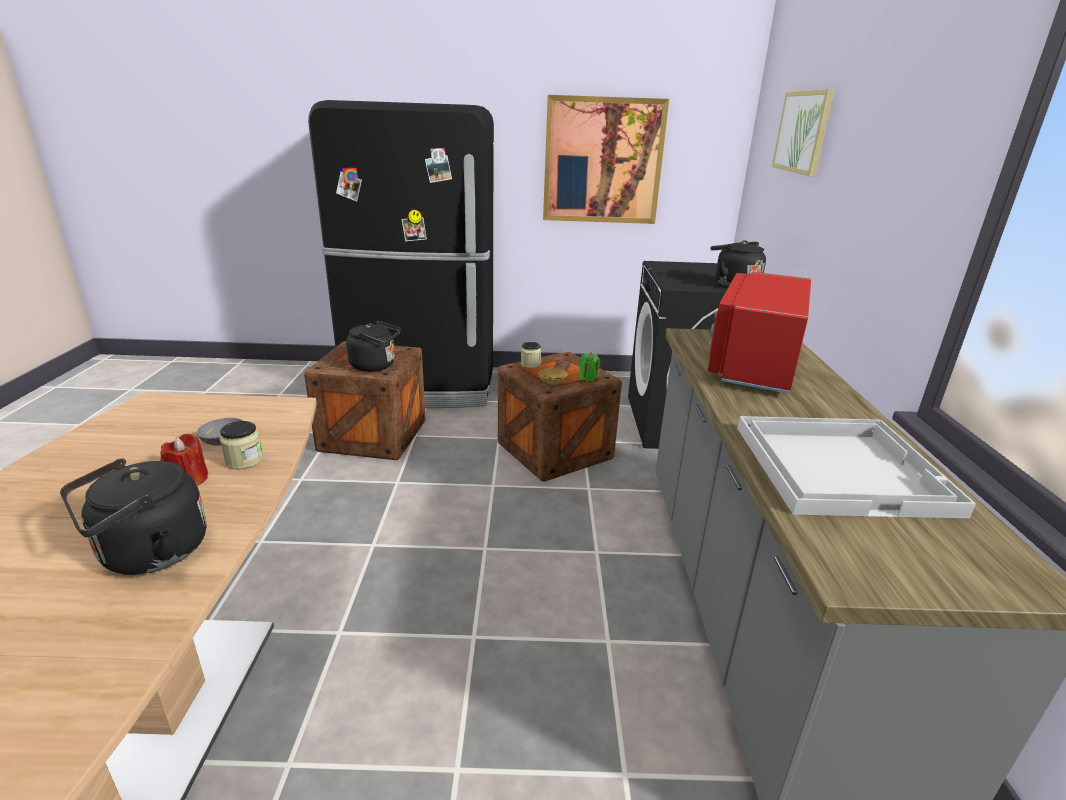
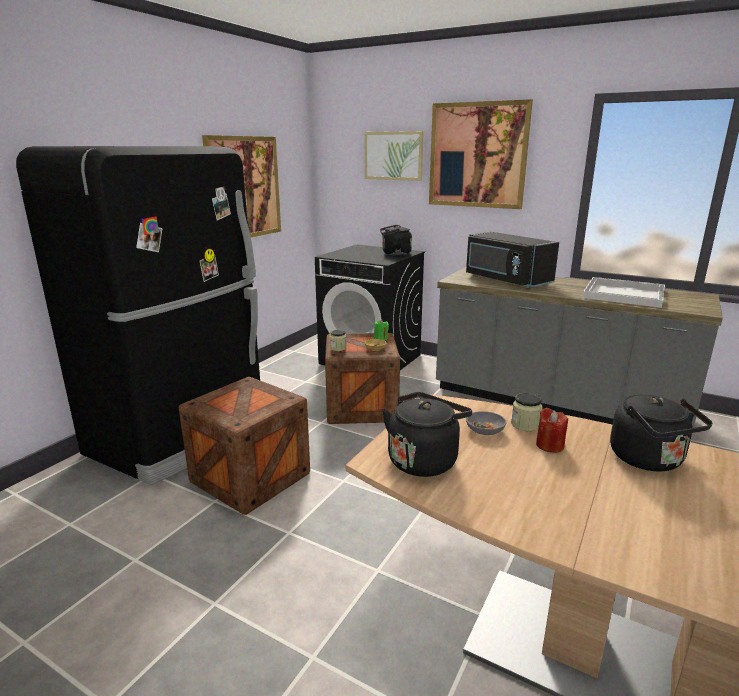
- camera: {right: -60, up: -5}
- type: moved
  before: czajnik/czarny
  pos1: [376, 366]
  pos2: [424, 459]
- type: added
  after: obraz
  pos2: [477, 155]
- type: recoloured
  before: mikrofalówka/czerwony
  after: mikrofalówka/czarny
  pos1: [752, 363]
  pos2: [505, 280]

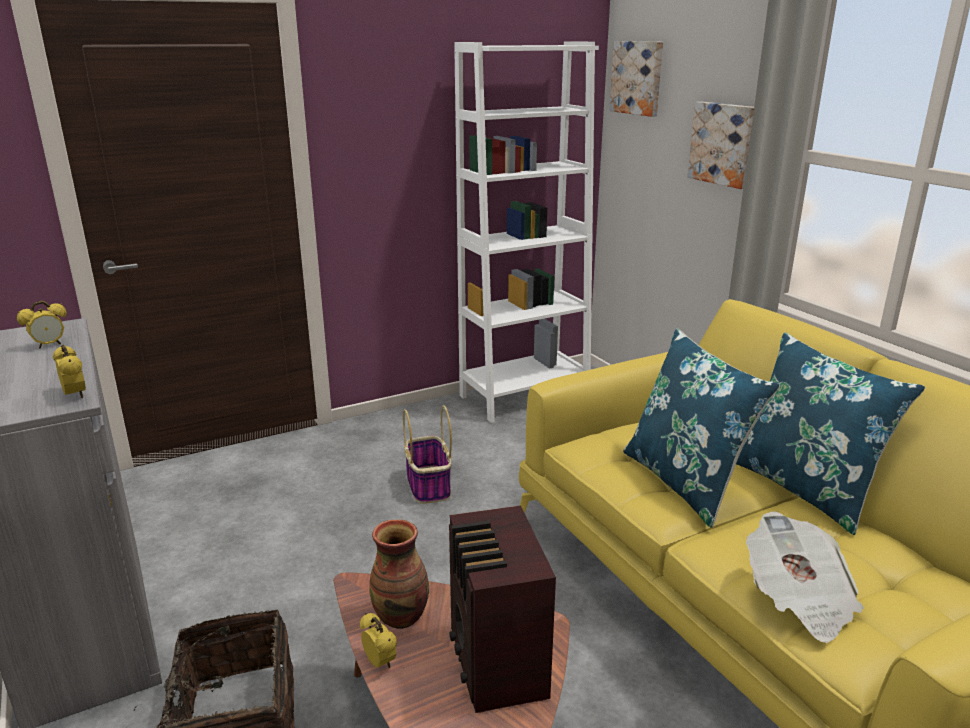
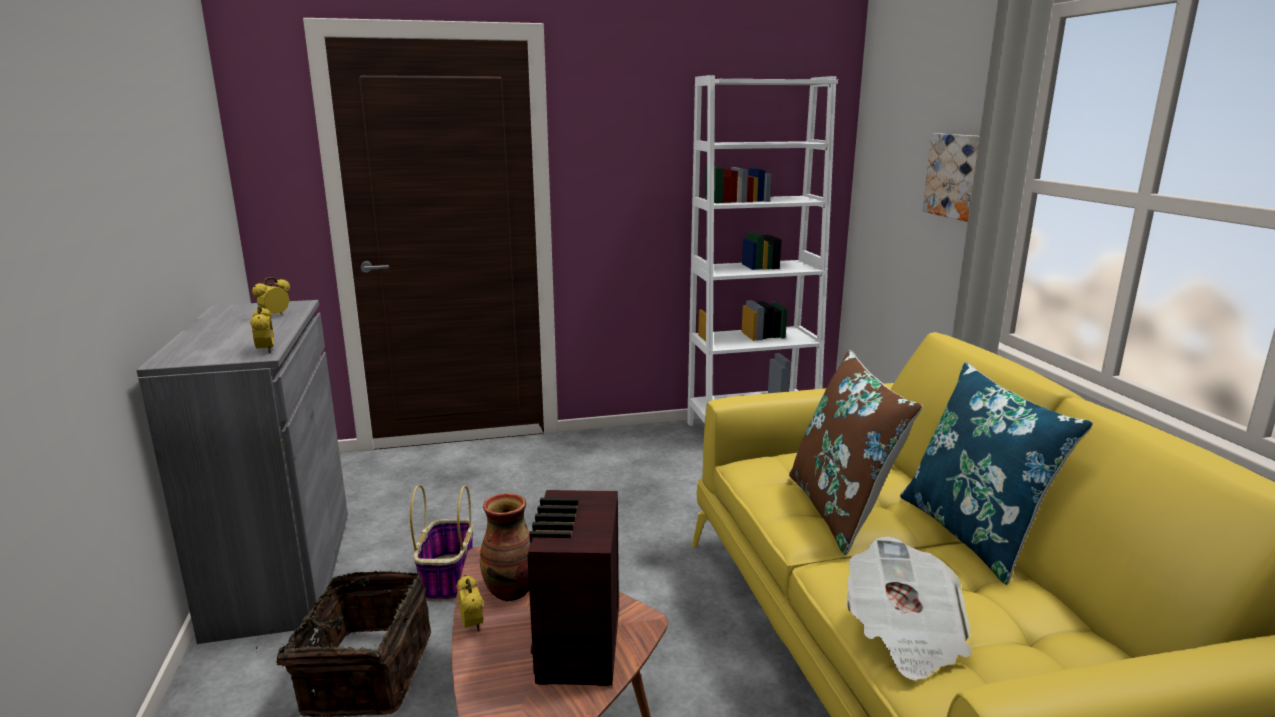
- camera: {right: 15, up: -5}
- type: turned
  before: budzik
  pos1: [49, 345]
  pos2: [275, 316]
  turn: 150
- type: moved
  before: koszyk
  pos1: [428, 485]
  pos2: [447, 578]
- type: recoloured
  before: poduszka/niebieski
  after: poduszka/brązowy
  pos1: [685, 482]
  pos2: [841, 510]
- type: removed
  before: obraz
  pos1: [638, 78]

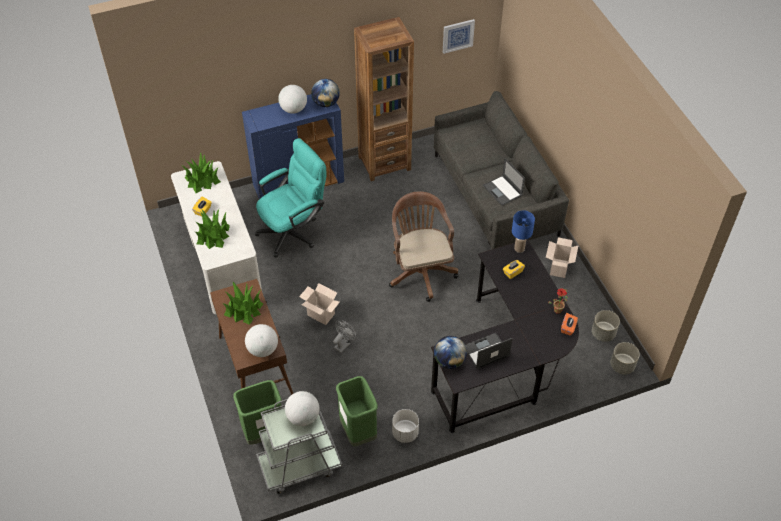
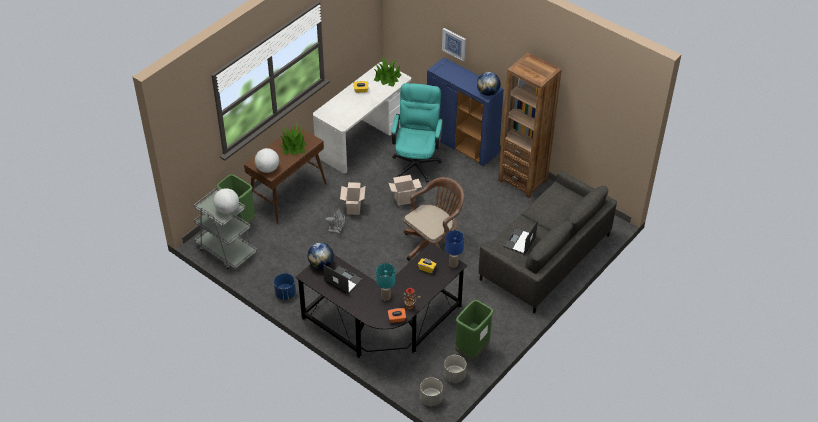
- camera: {right: 60, up: -5}
- type: recoloured
  before: donica/biały
  after: donica/niebieski
  pos1: [405, 433]
  pos2: [285, 293]
- type: added
  after: lampa stołowa/turkusowy
  pos2: [386, 297]
- type: moved
  before: karton
  pos1: [558, 267]
  pos2: [405, 199]
- type: turned
  before: krzesło biurowe/turkusowy
  pos1: [294, 231]
  pos2: [416, 161]
  turn: -105
- type: moved
  before: obraz
  pos1: [458, 35]
  pos2: [454, 44]
- type: moved
  before: kosz na śmieci/zielony
  pos1: [358, 432]
  pos2: [472, 350]
- type: removed
  before: roślina doniczkowa
  pos1: [213, 235]
- type: removed
  before: globus
  pos1: [293, 109]

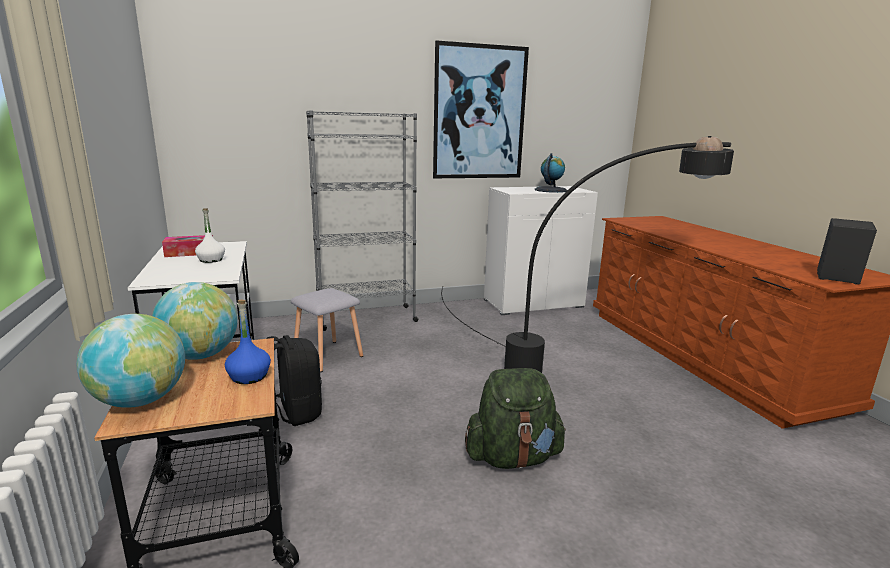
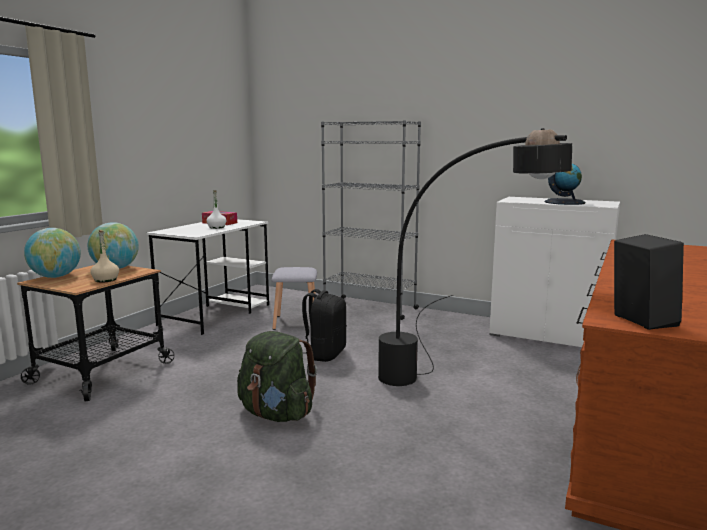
- camera: {right: 45, up: -5}
- type: recoloured
  before: butelka/niebieski
  after: butelka/beżowy
  pos1: [249, 376]
  pos2: [106, 280]
- type: moved
  before: plecak/czarny
  pos1: [295, 412]
  pos2: [324, 354]
- type: removed
  before: obraz
  pos1: [479, 113]

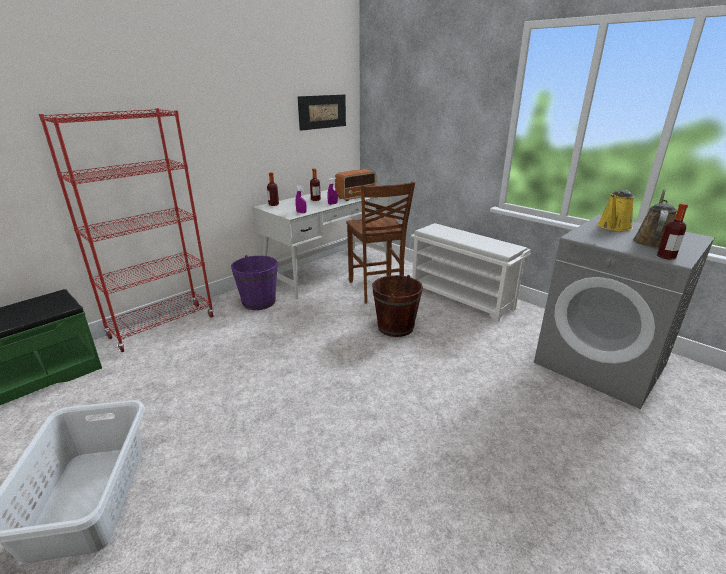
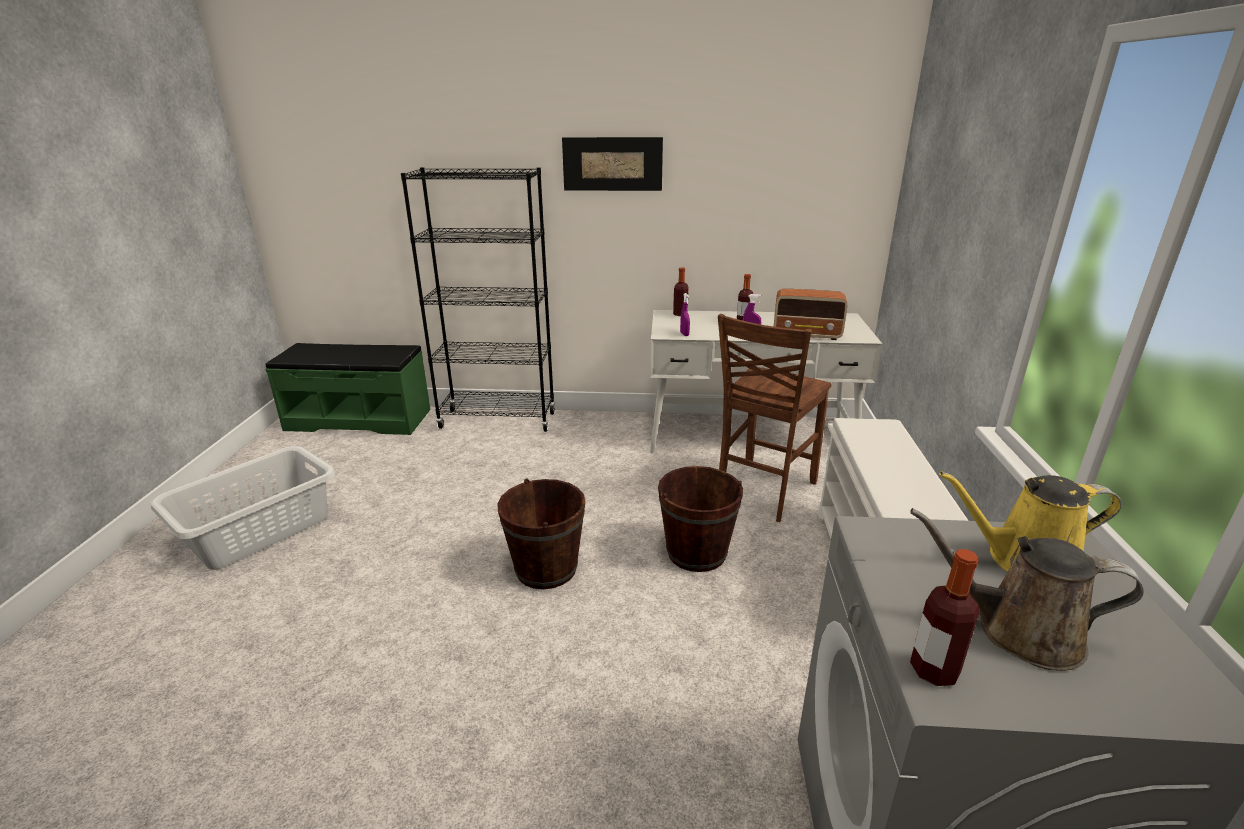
- camera: {right: 50, up: 0}
- type: recoloured
  before: regał/czerwony
  after: regał/czarny
  pos1: [163, 327]
  pos2: [498, 420]
- type: added
  after: wiadro/brązowy
  pos2: [546, 568]
- type: moved
  before: obraz
  pos1: [322, 111]
  pos2: [612, 164]
- type: turned
  before: konewka/brązowy
  pos1: [652, 241]
  pos2: [1018, 632]
  turn: -150
- type: removed
  before: wiadro/fioletowy
  pos1: [259, 302]

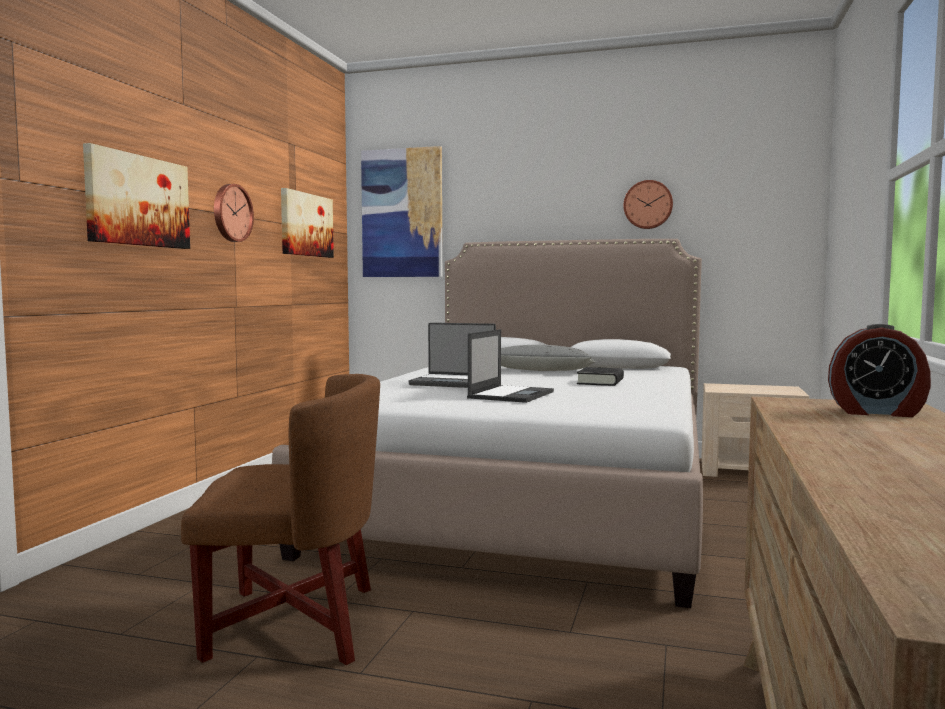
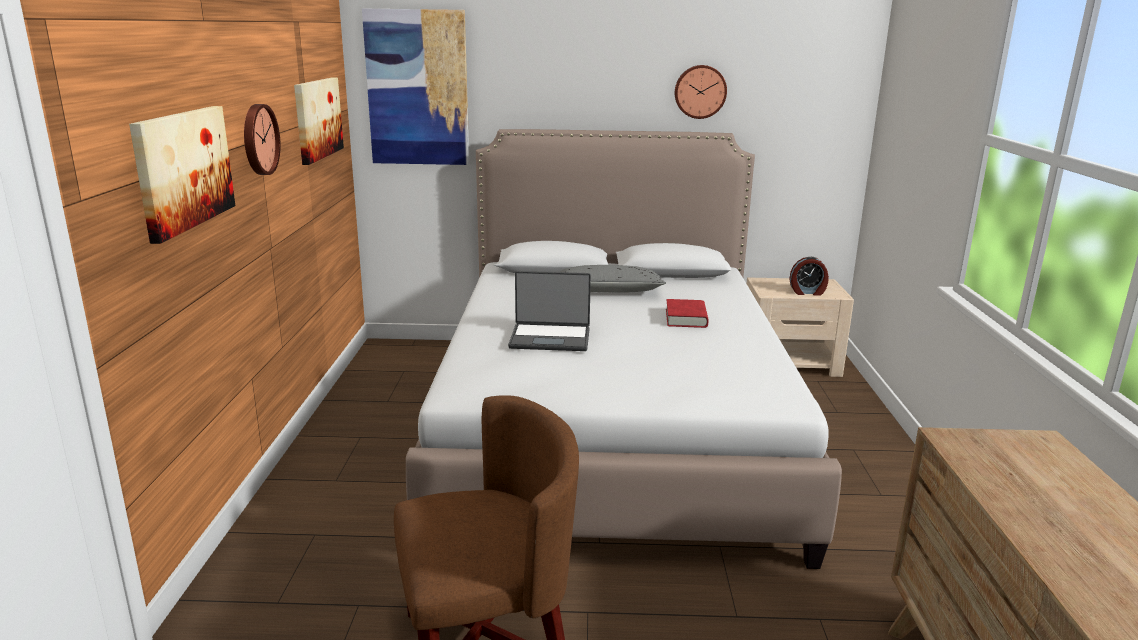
- camera: {right: -15, up: 15}
- type: recoloured
  before: książka/czarny
  after: książka/czerwony
  pos1: [600, 382]
  pos2: [686, 318]
- type: moved
  before: budzik
  pos1: [876, 412]
  pos2: [807, 292]
- type: removed
  before: laptop
  pos1: [511, 395]

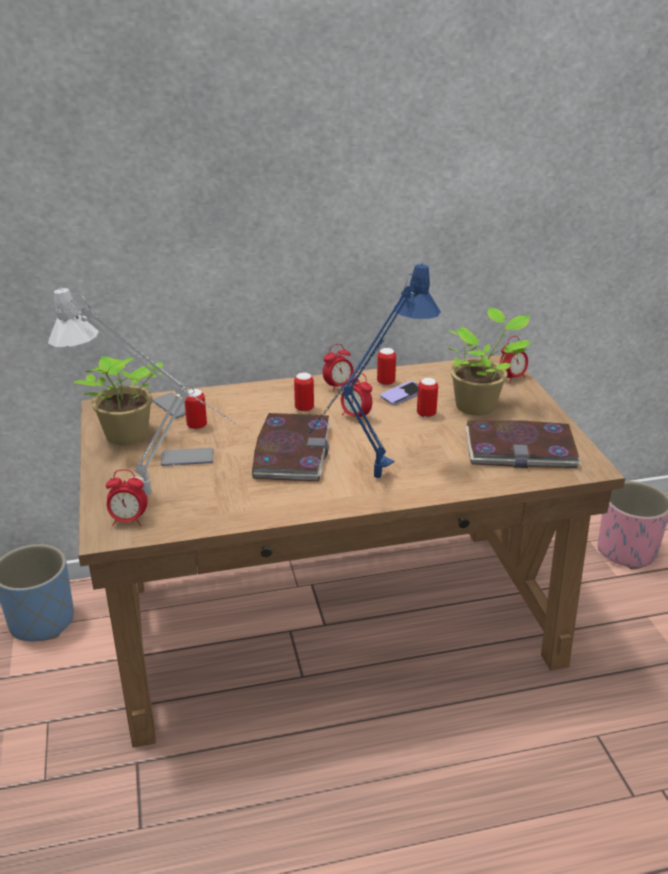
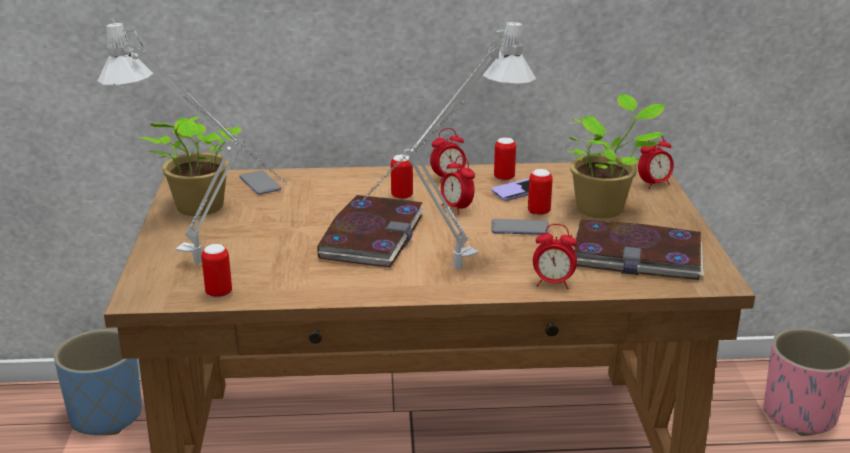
- camera: {right: 10, up: -5}
- type: moved
  before: puszka
  pos1: [197, 426]
  pos2: [219, 293]
- type: recoloured
  before: lampa stołowa/niebieski
  after: lampa stołowa/szary
  pos1: [370, 484]
  pos2: [447, 275]
- type: moved
  before: telefon
  pos1: [187, 458]
  pos2: [520, 228]
- type: moved
  before: budzik
  pos1: [128, 520]
  pos2: [553, 283]

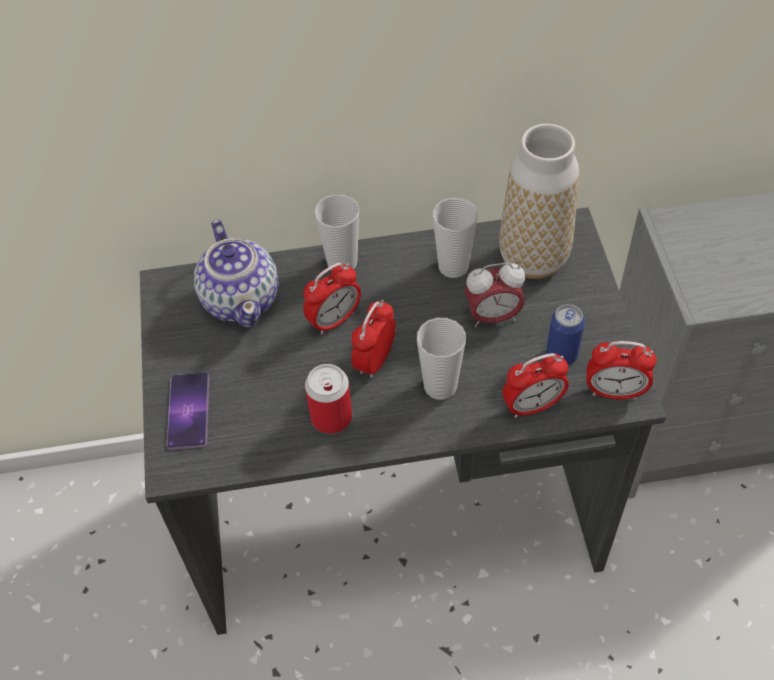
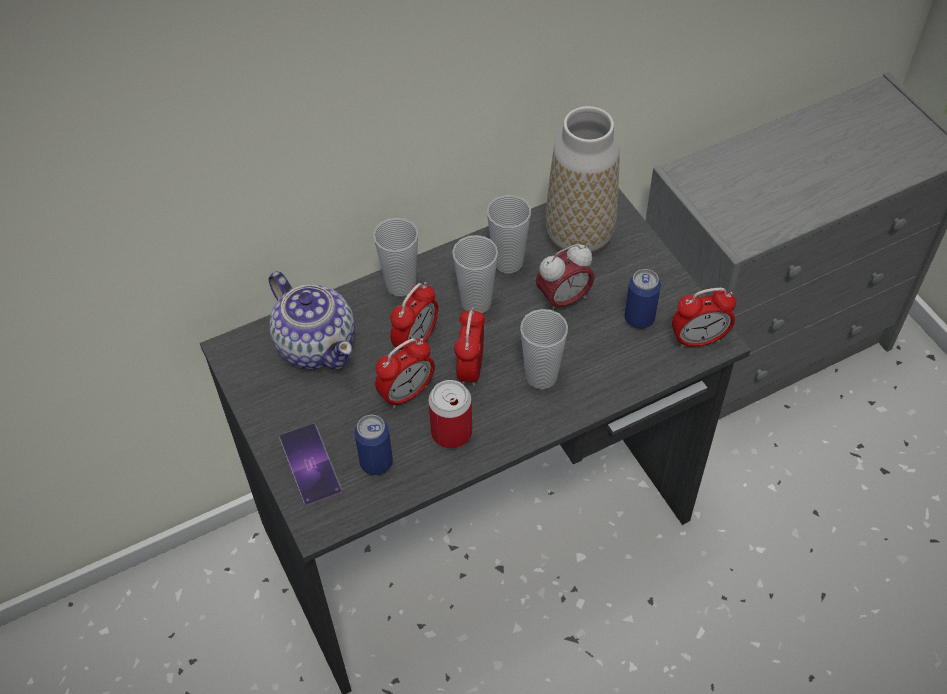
- camera: {right: -20, up: 0}
- type: added
  after: puszka
  pos2: [376, 462]
- type: moved
  before: budzik
  pos1: [532, 406]
  pos2: [406, 393]
- type: added
  after: filiżanka
  pos2: [476, 303]

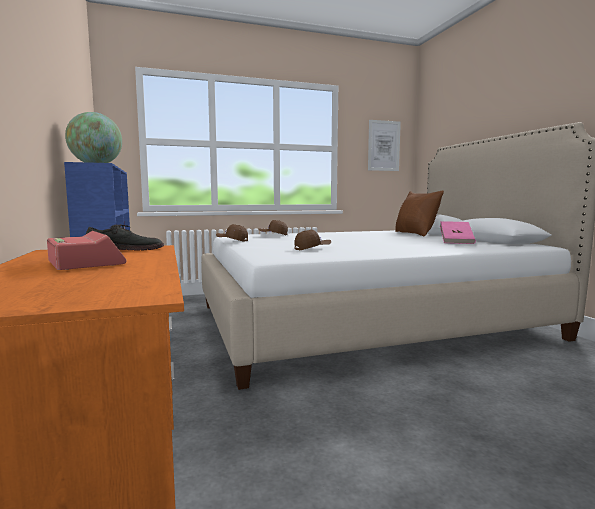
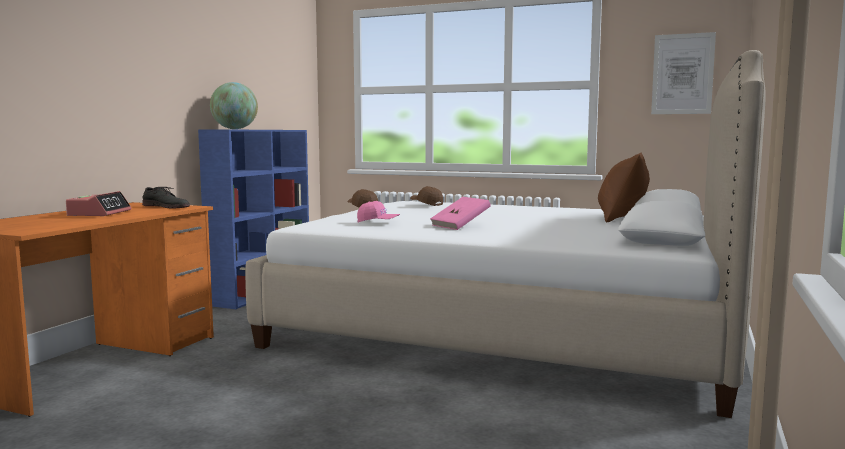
- camera: {right: 40, up: 0}
- type: recoloured
  before: czapka z daszkiem/brązowy
  after: czapka z daszkiem/różowy
  pos1: [312, 249]
  pos2: [378, 222]
- type: moved
  before: książka/różowy
  pos1: [456, 242]
  pos2: [460, 226]

